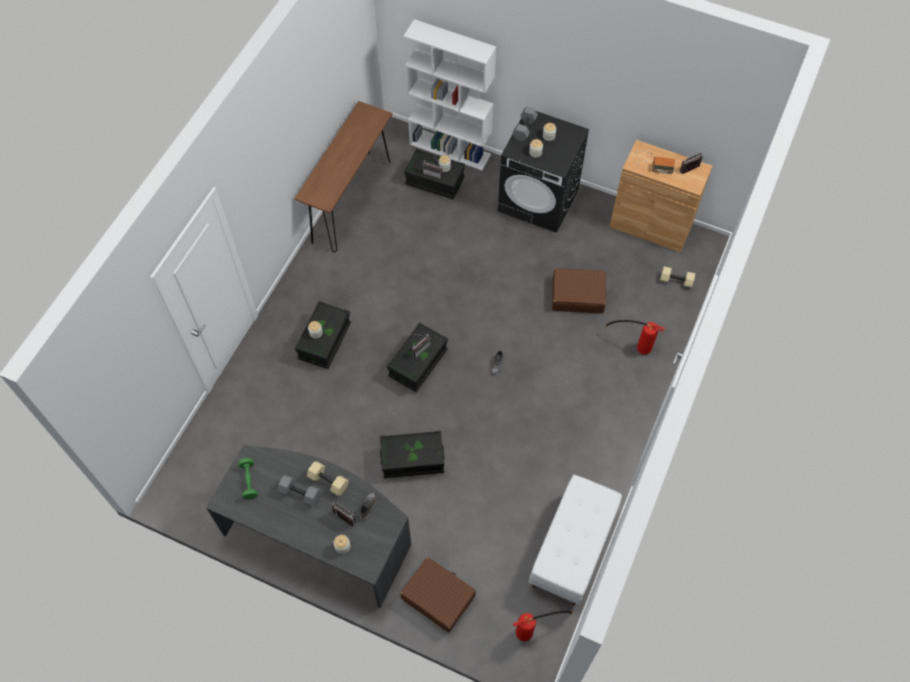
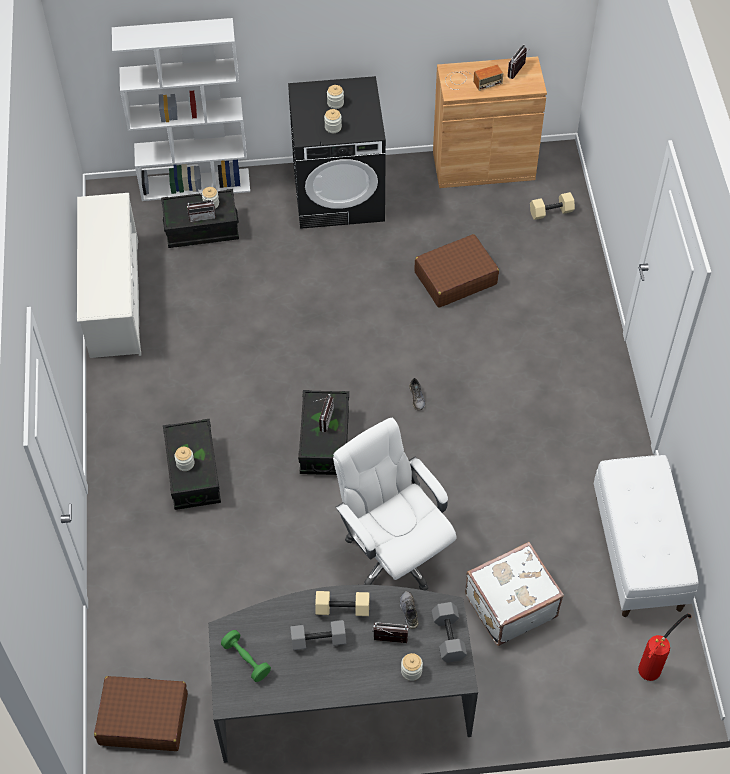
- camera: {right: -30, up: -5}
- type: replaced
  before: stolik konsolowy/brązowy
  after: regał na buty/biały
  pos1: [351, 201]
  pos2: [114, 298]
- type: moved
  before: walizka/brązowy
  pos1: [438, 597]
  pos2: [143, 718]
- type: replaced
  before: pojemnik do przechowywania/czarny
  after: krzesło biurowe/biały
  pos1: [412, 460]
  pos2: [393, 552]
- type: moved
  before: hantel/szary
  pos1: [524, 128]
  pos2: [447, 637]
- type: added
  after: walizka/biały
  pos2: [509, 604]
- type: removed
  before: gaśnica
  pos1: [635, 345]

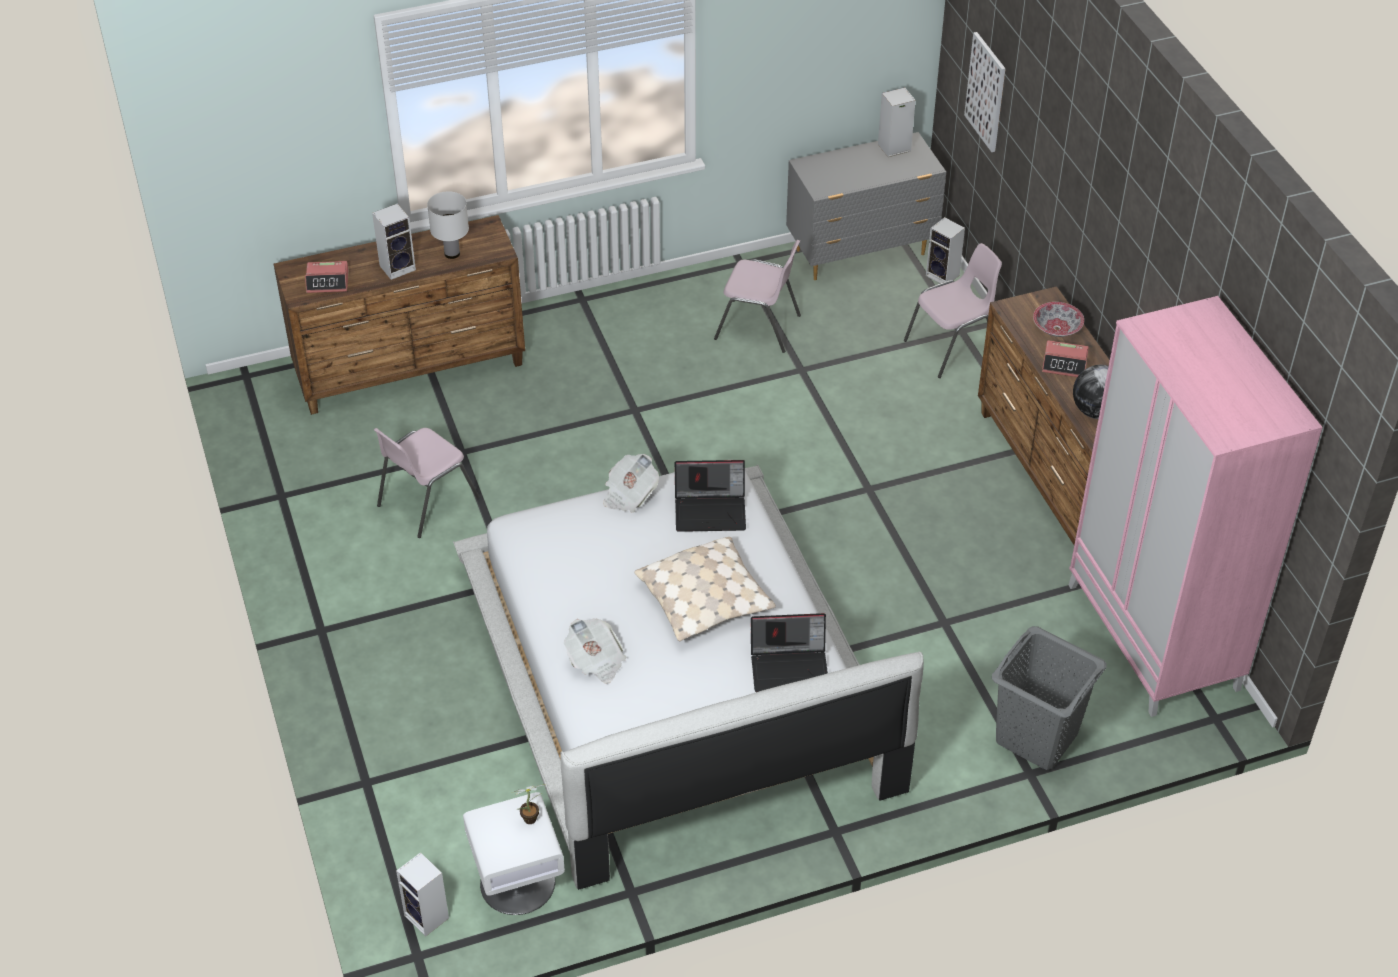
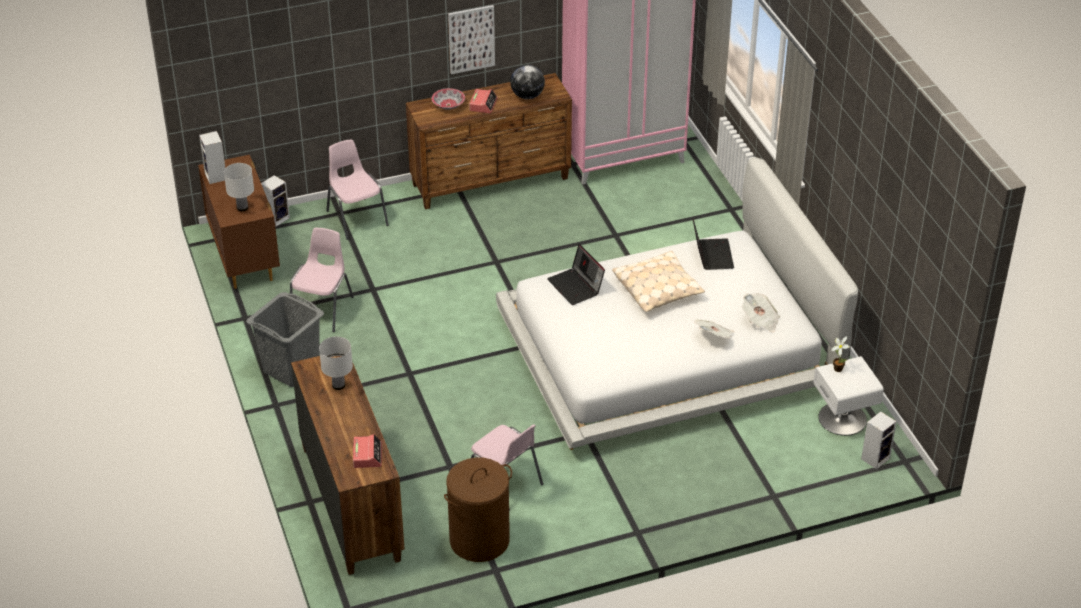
- camera: {right: -90, up: -5}
- type: recoloured
  before: komoda/szary
  after: komoda/brązowy
  pos1: [862, 253]
  pos2: [244, 256]
- type: added
  after: lampa stołowa/biały
  pos2: [242, 208]
- type: moved
  before: kosz na pranie/szary
  pos1: [1036, 737]
  pos2: [292, 369]
- type: added
  after: kosz na pranie/brązowy
  pos2: [479, 540]
- type: moved
  before: obraz
  pos1: [986, 92]
  pos2: [471, 39]
- type: turned
  before: laptop
  pos1: [711, 510]
  pos2: [576, 286]
  turn: 150
- type: moved
  before: gazeta
  pos1: [629, 494]
  pos2: [760, 320]
- type: removed
  before: głośnik
  pos1: [398, 267]

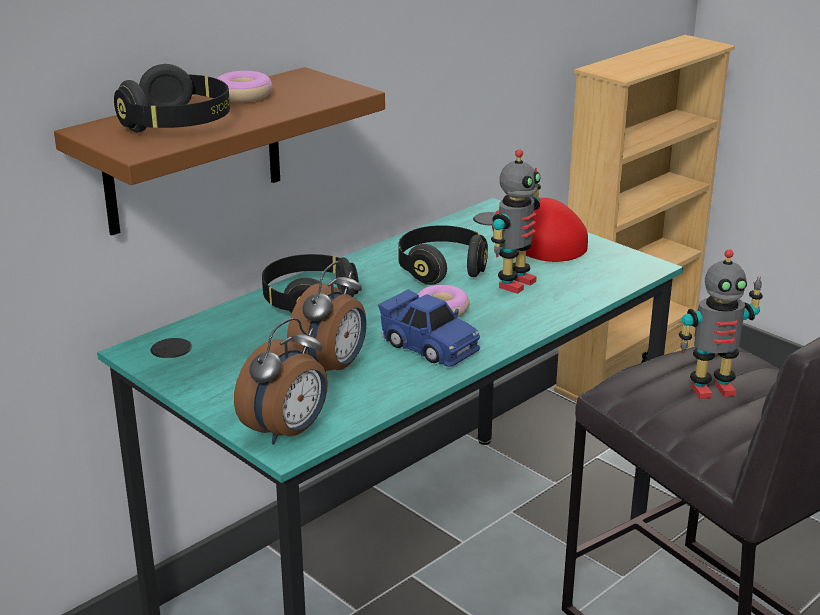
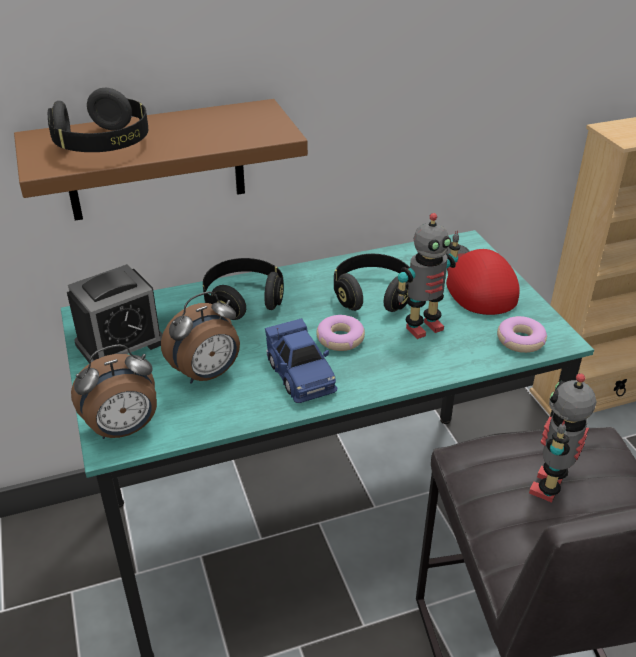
- camera: {right: 25, up: 10}
- type: added
  after: budzik
  pos2: [120, 343]
- type: moved
  before: donut
  pos1: [243, 95]
  pos2: [520, 340]
- type: turned
  before: robot zabawkowy
  pos1: [711, 389]
  pos2: [550, 487]
  turn: 105

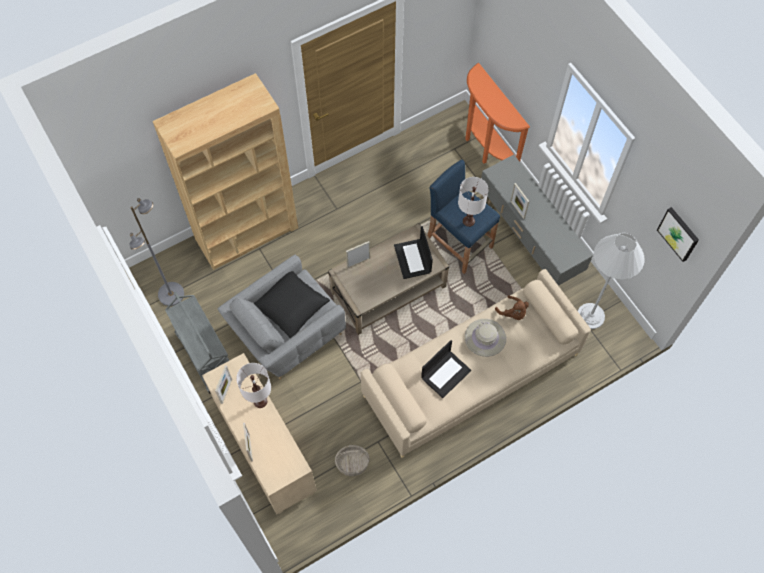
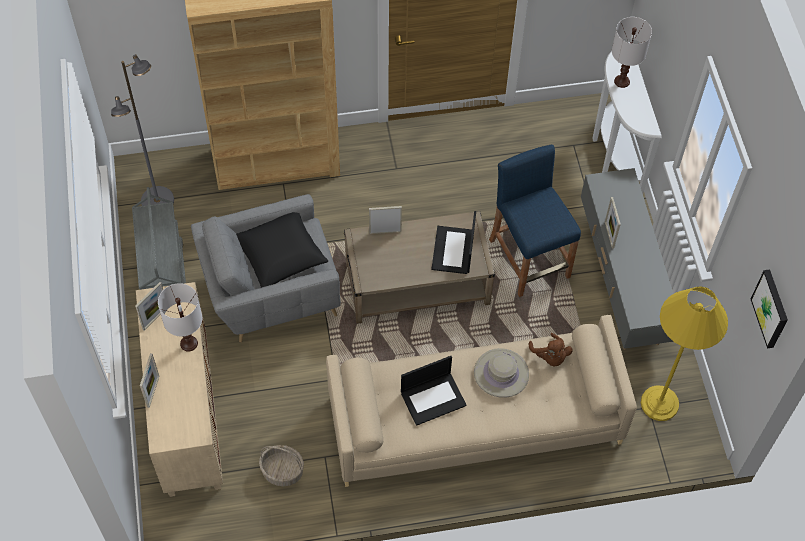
- camera: {right: 20, up: -5}
- type: recoloured
  before: stolik konsolowy/pomarańczowy
  after: stolik konsolowy/biały
  pos1: [485, 146]
  pos2: [613, 155]
- type: moved
  before: lampa stołowa/biały
  pos1: [469, 221]
  pos2: [622, 81]
- type: recoloured
  before: lampa stojąca/biały
  after: lampa stojąca/żółty
  pos1: [590, 316]
  pos2: [659, 403]

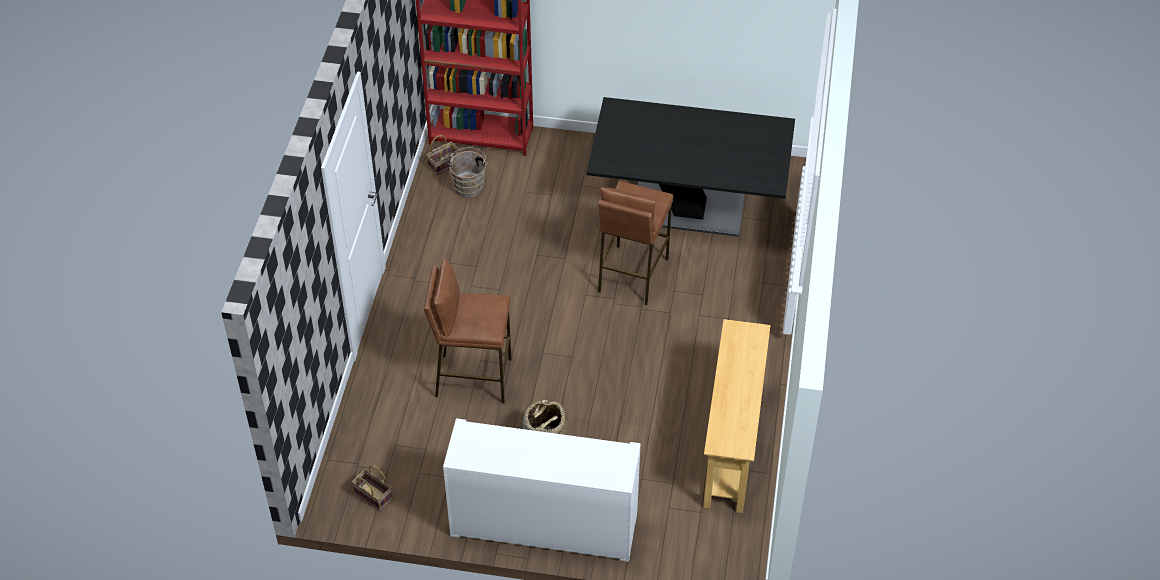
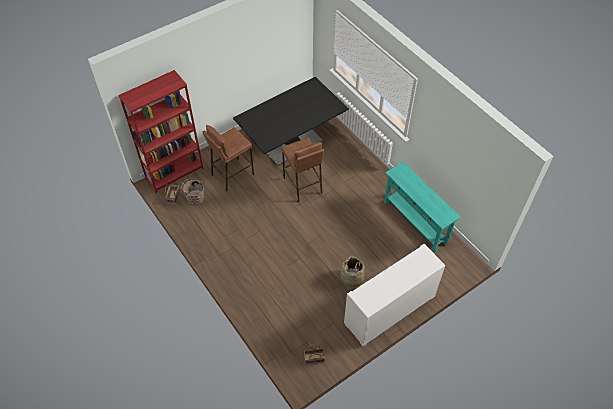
- camera: {right: -45, up: 5}
- type: moved
  before: stołek/brązowy
  pos1: [473, 377]
  pos2: [232, 174]
- type: recoloured
  before: stolik konsolowy/beżowy
  after: stolik konsolowy/turkusowy
  pos1: [732, 446]
  pos2: [415, 222]

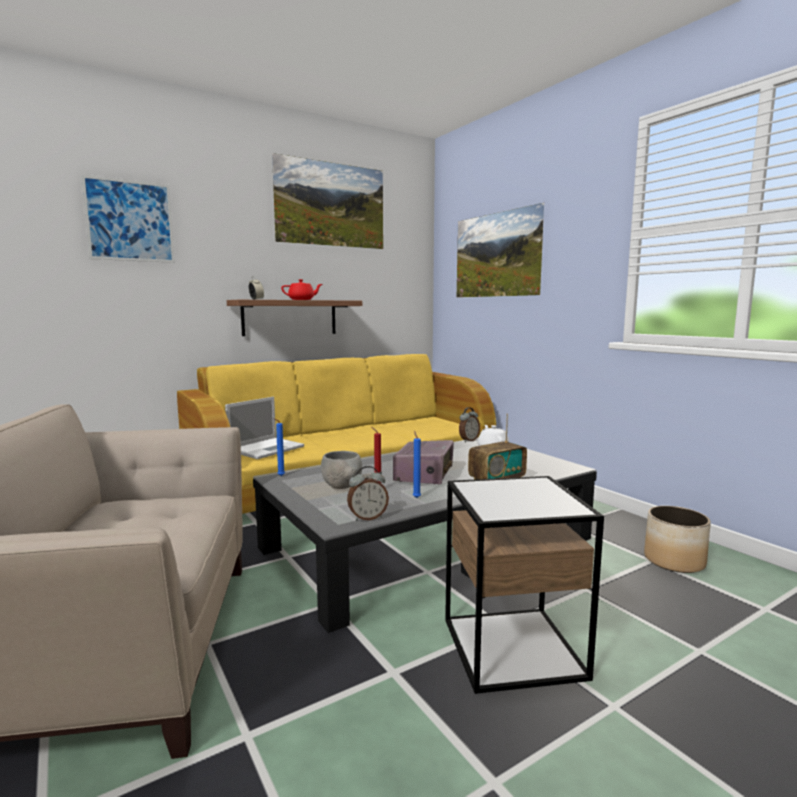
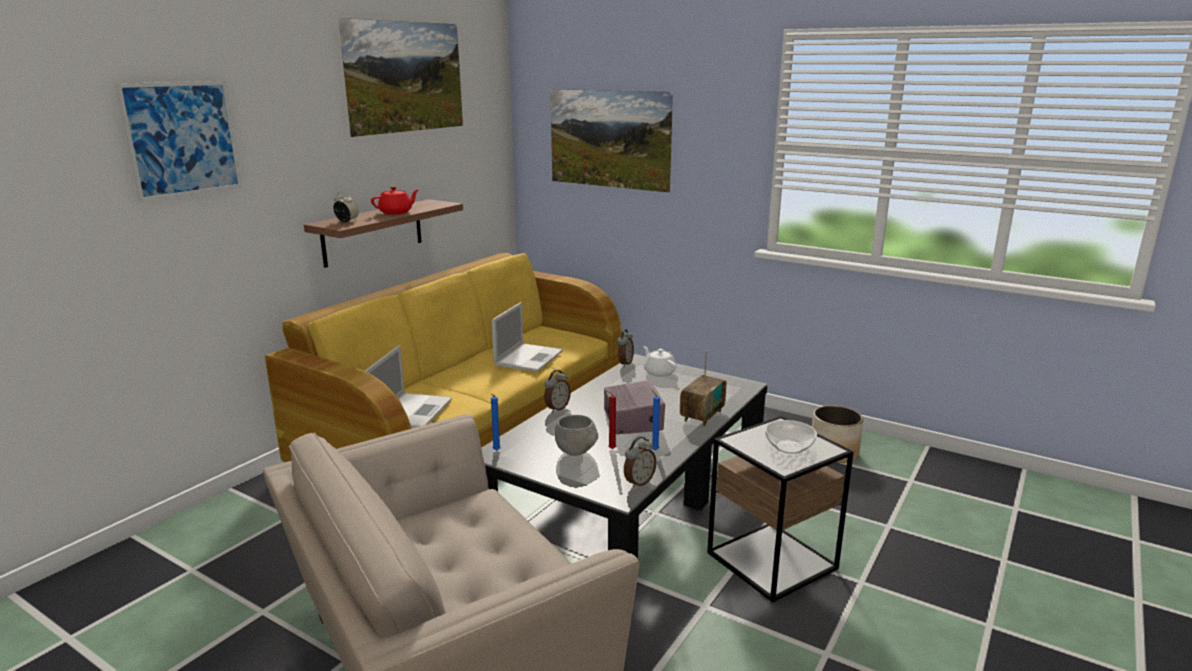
- camera: {right: -25, up: 10}
- type: added
  after: laptop
  pos2: [529, 357]
- type: added
  after: budzik
  pos2: [557, 408]
- type: added
  after: miska
  pos2: [789, 447]

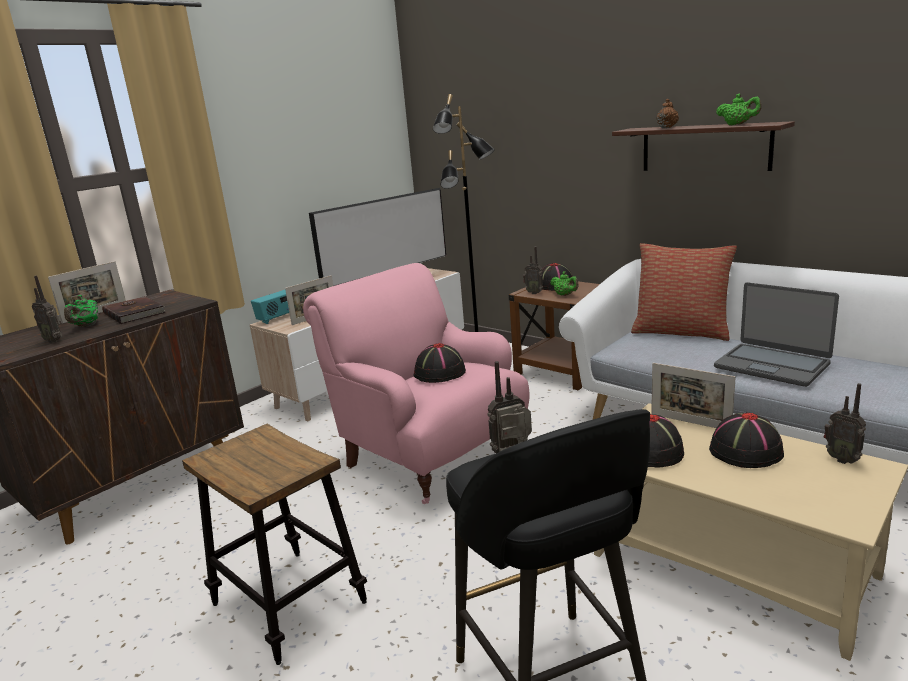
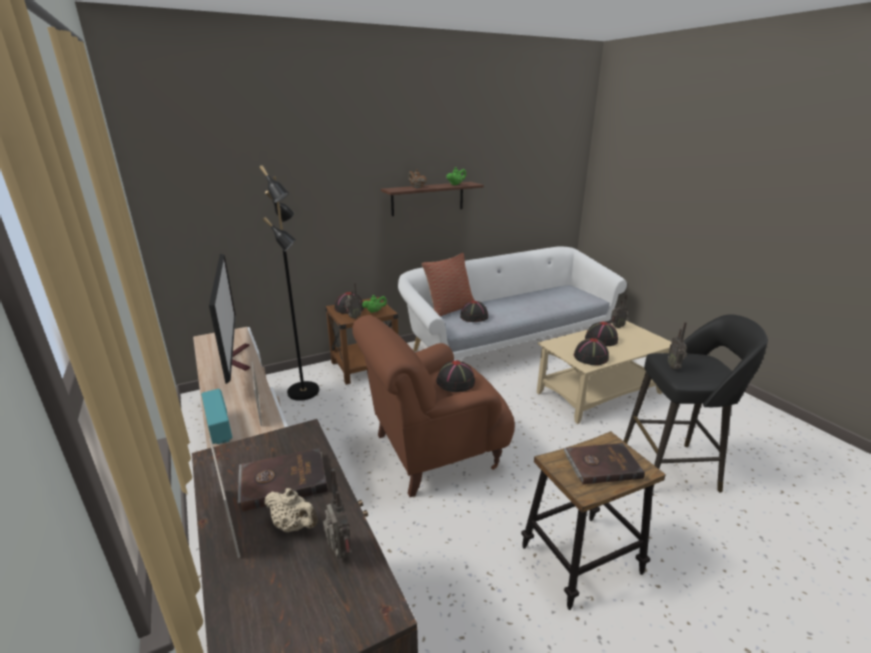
- camera: {right: -70, up: 5}
- type: recoloured
  before: imbryk/zielony
  after: imbryk/beżowy
  pos1: [86, 326]
  pos2: [294, 525]
- type: turned
  before: radio
  pos1: [55, 341]
  pos2: [339, 554]
  turn: -75
- type: recoloured
  before: fotel/różowy
  after: fotel/brązowy
  pos1: [429, 457]
  pos2: [432, 452]
- type: added
  after: kapelusz/czarny
  pos2: [474, 316]
- type: added
  after: książka/brązowy
  pos2: [601, 465]
- type: removed
  before: ramka na zdjęcie
  pos1: [690, 422]
- type: removed
  before: laptop
  pos1: [772, 365]

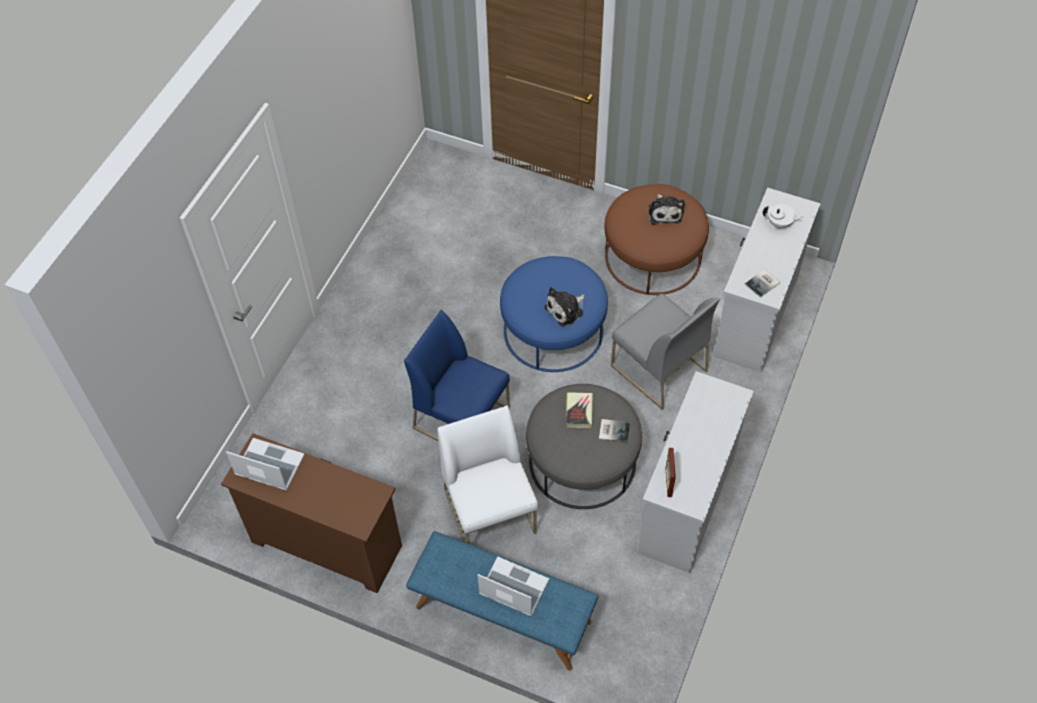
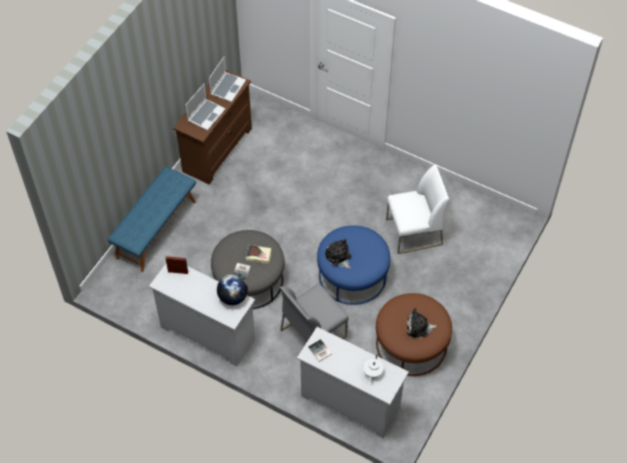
- camera: {right: 95, up: 0}
- type: moved
  before: laptop
  pos1: [512, 588]
  pos2: [206, 115]
- type: added
  after: globus
  pos2: [233, 297]
- type: moved
  before: krzesło/biały
  pos1: [491, 512]
  pos2: [414, 232]
- type: removed
  before: krzesło/niebieski
  pos1: [462, 418]

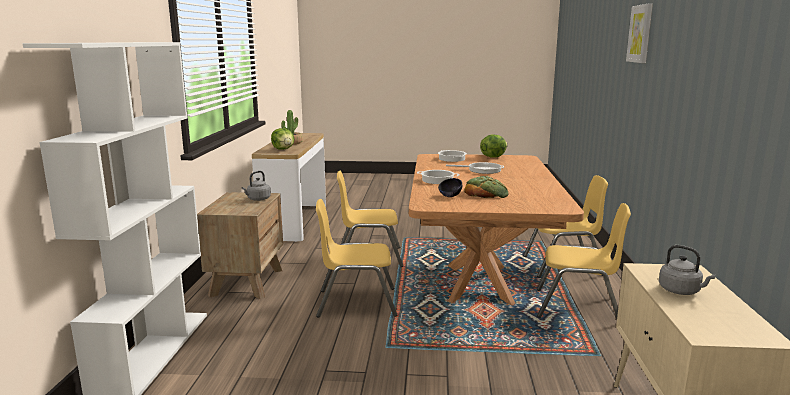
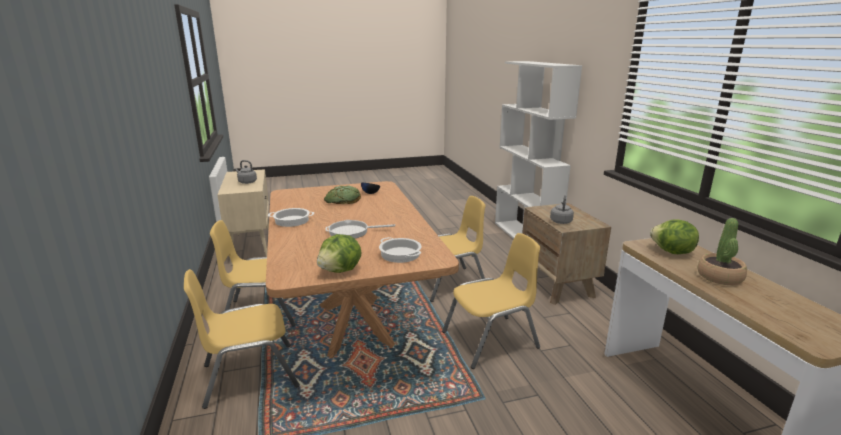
- camera: {right: 160, up: 5}
- type: moved
  before: garnek
  pos1: [437, 180]
  pos2: [292, 220]
- type: removed
  before: obraz
  pos1: [640, 33]

